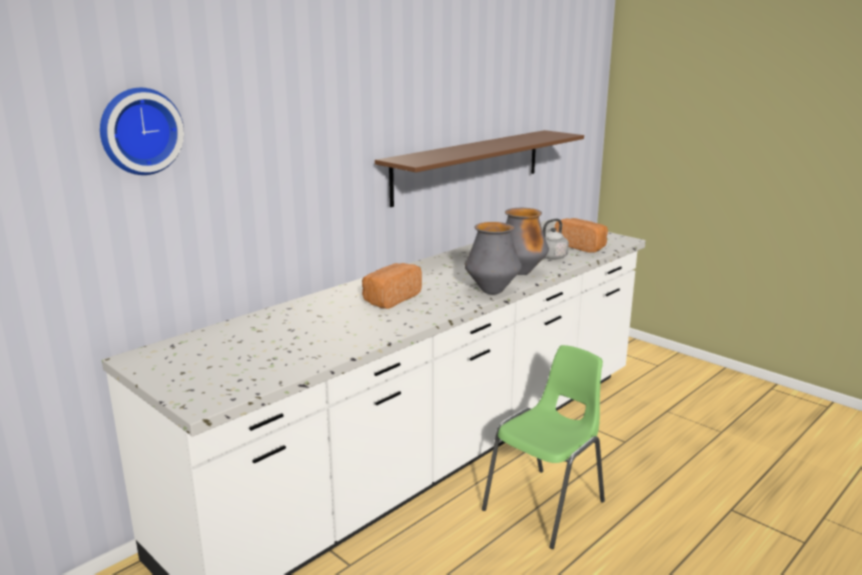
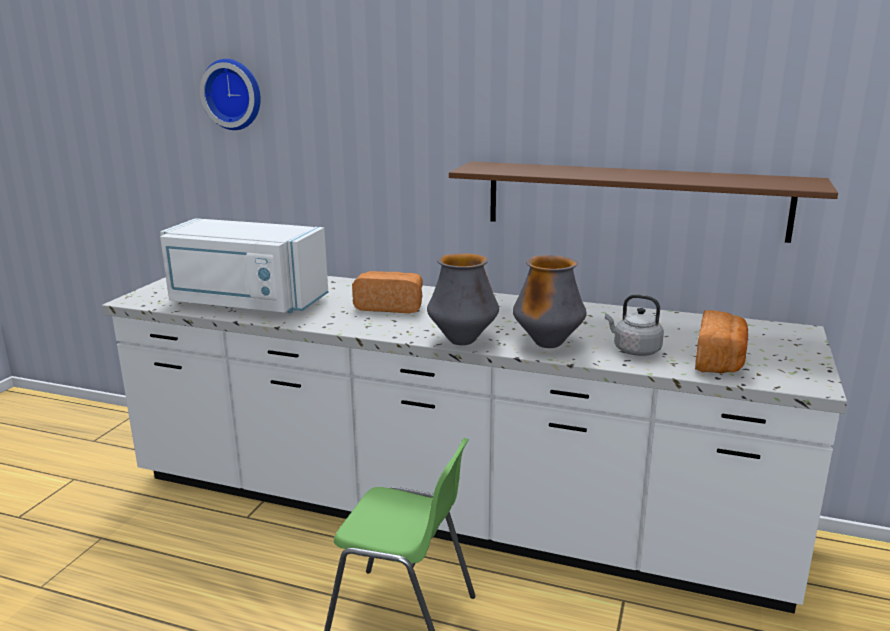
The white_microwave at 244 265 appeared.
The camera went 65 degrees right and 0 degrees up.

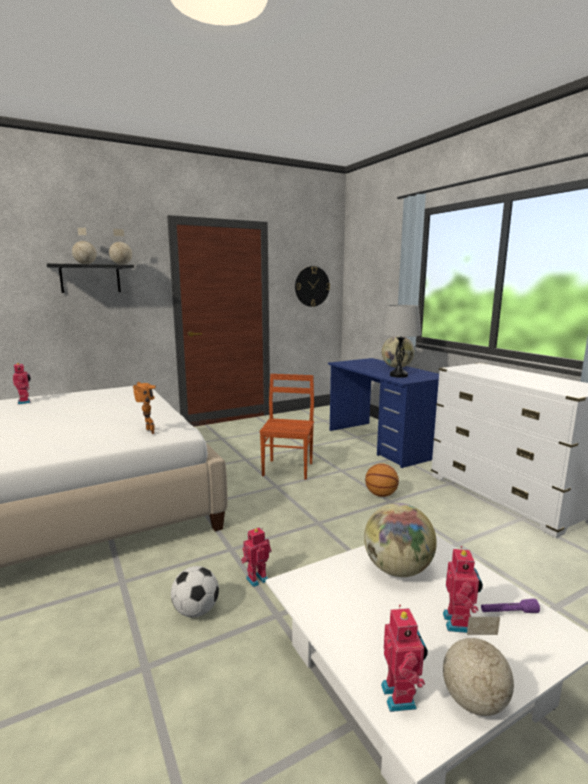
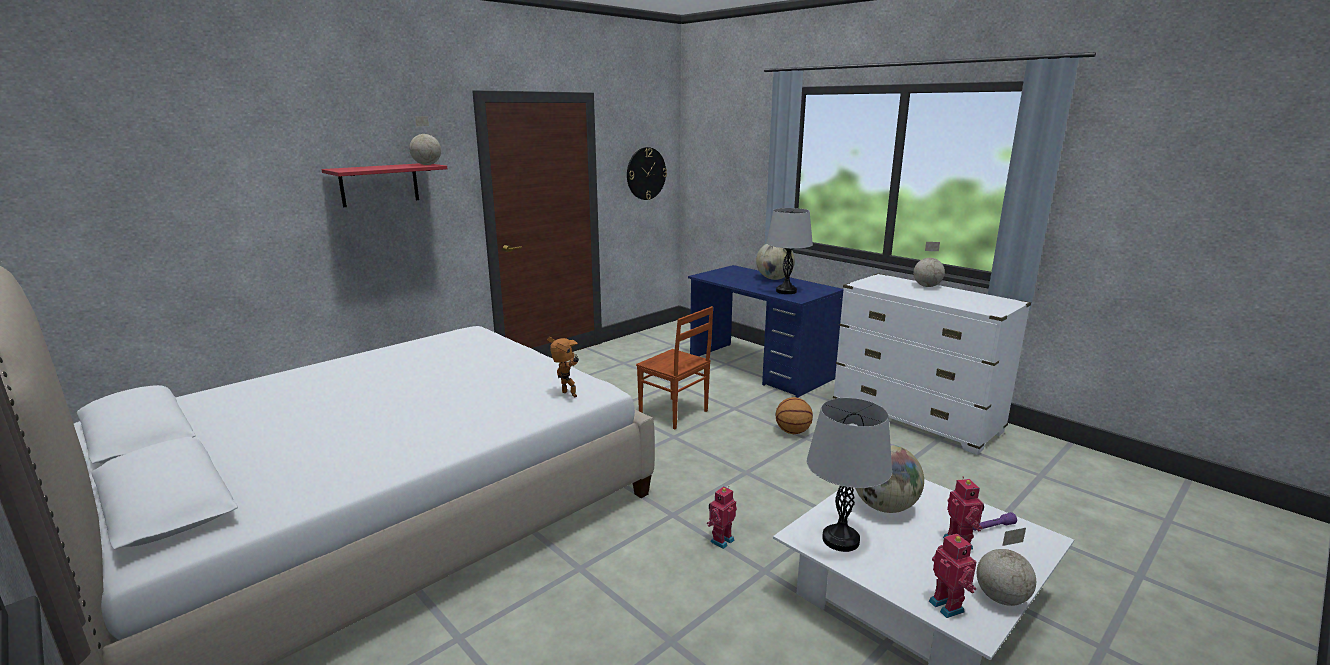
The toy_robot at 22 383 disappeared.
The football at 195 592 disappeared.
The grey_table_lamp at 849 475 appeared.
The globe moved from 84 246 to 929 264.
The black_shelf at 90 278 became the red_shelf at 384 185.
The brown_chair at 286 427 turned 135 degrees clockwise.
The camera went 15 degrees left and 5 degrees up.

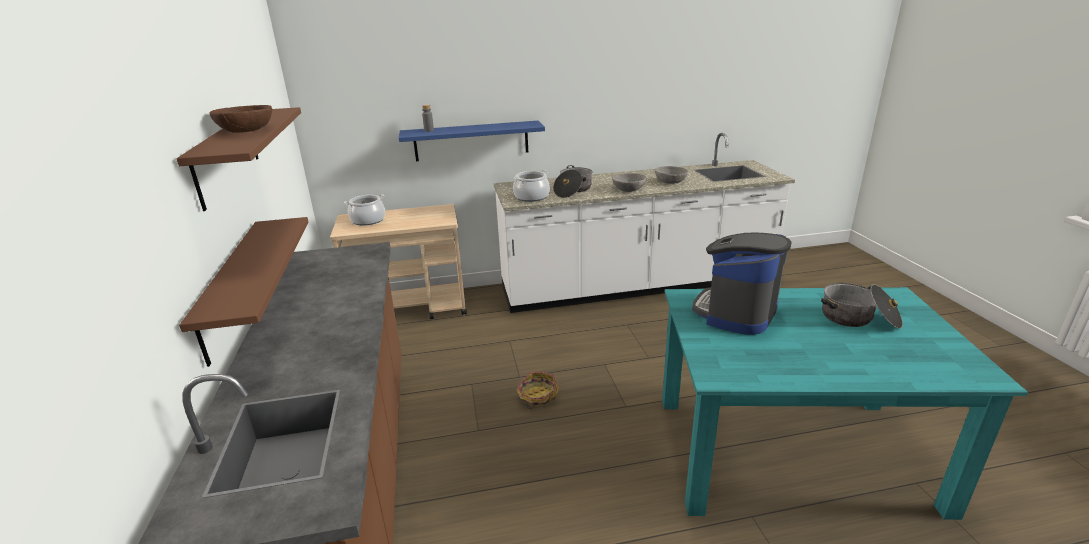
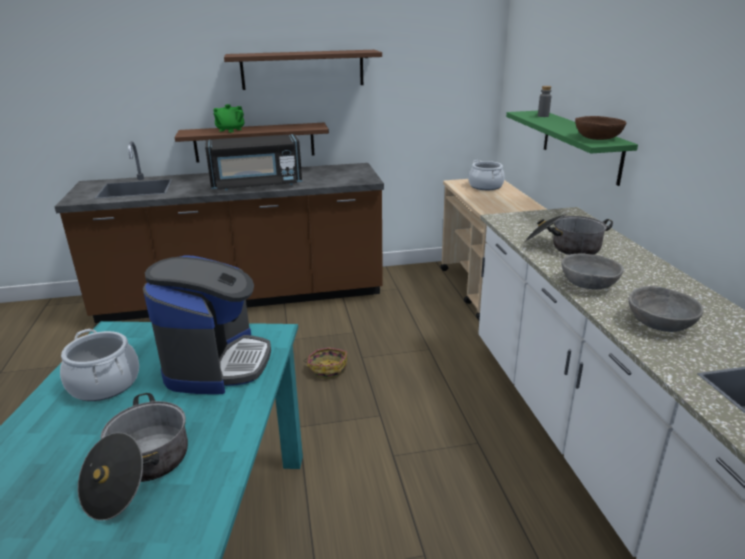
The black_microwave at 253 162 appeared.
The green_teapot at 228 118 appeared.
The brown_bowl moved from 240 119 to 600 128.
The cooking_pot moved from 531 186 to 99 365.
The blue_shelf at 472 141 became the green_shelf at 572 148.
The coffee_machine at 742 284 turned 60 degrees clockwise.
The camera went 90 degrees right and 0 degrees up.

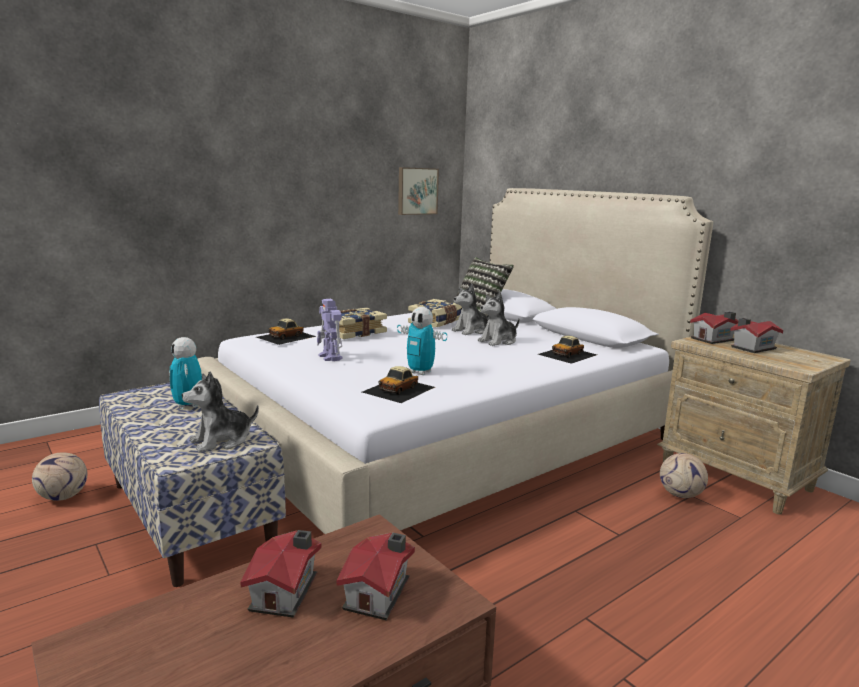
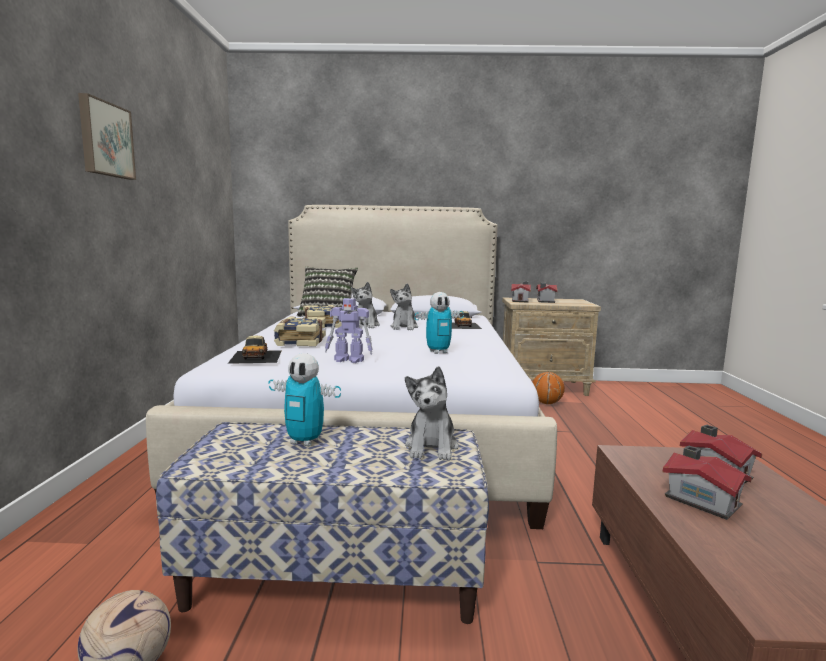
The toy_car at 398 384 disappeared.
The picture moved from 418 191 to 107 136.
The football at 684 475 was replaced by the basketball at 549 388.
The camera went 50 degrees left and 5 degrees down.

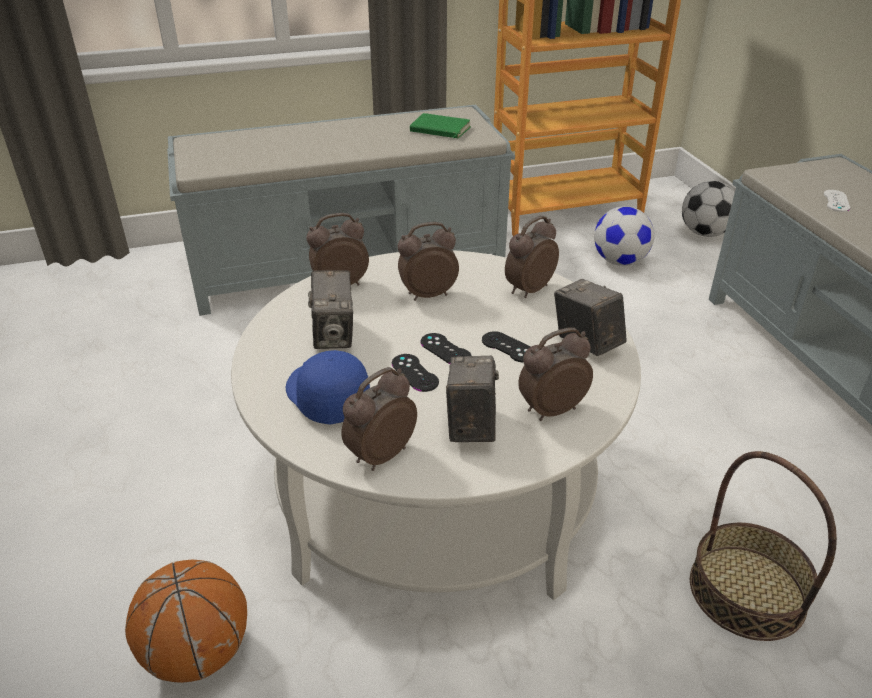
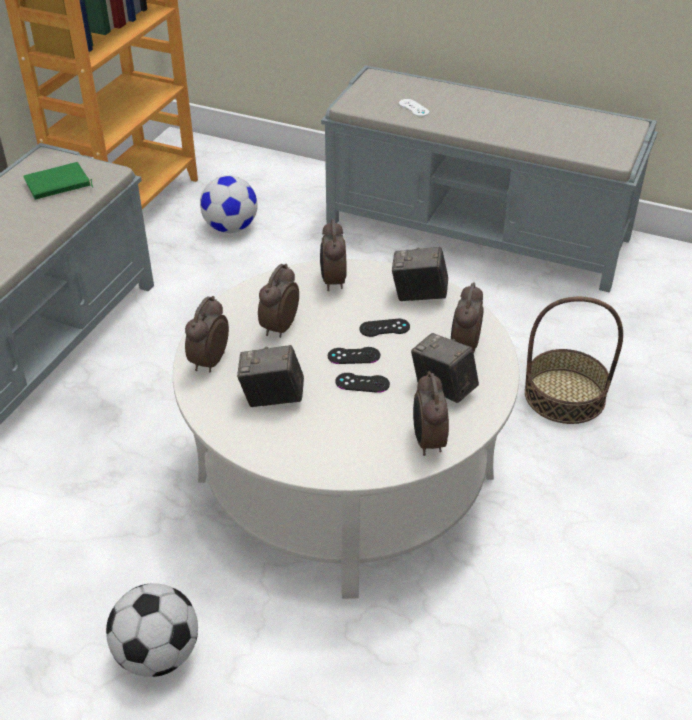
The basketball at 186 621 disappeared.
The blue_cap at 328 387 disappeared.
The football moved from 708 209 to 152 630.
The photo_camera at 330 309 turned 150 degrees clockwise.
The camera went 50 degrees left and 5 degrees up.

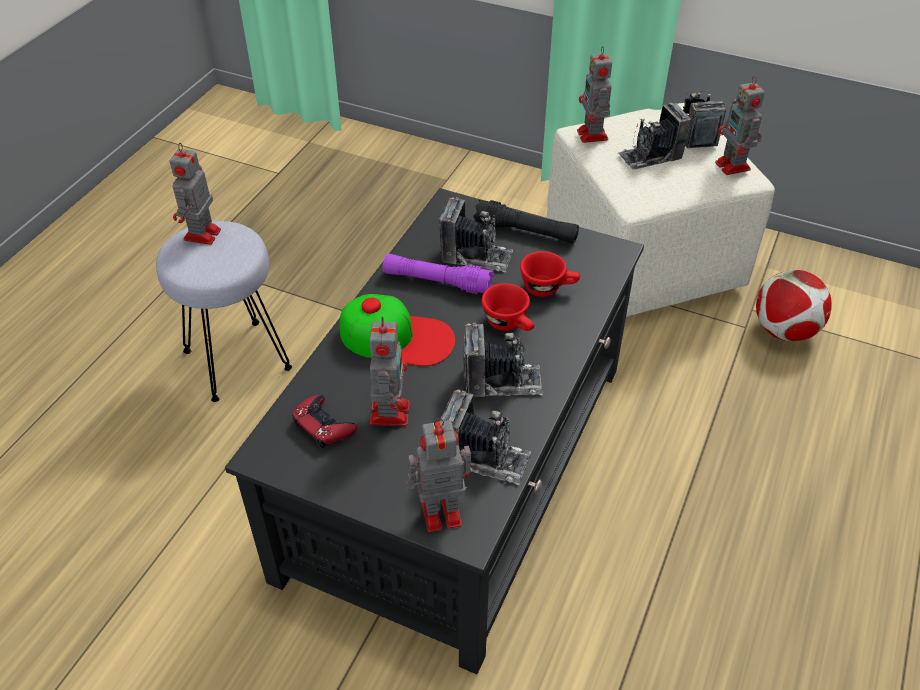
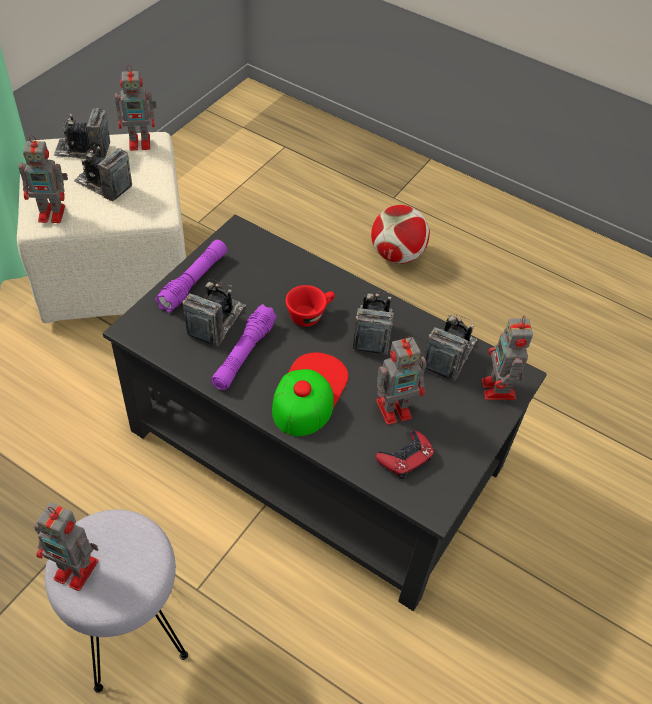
The red_cup at 550 274 disappeared.
The football moved from 794 305 to 400 234.
The black_flashlight at 526 221 became the purple_flashlight at 191 276.
The toy_robot at 389 371 turned 150 degrees clockwise.
The photo_camera at 654 136 turned 135 degrees clockwise.
The camera went 85 degrees left and 5 degrees up.

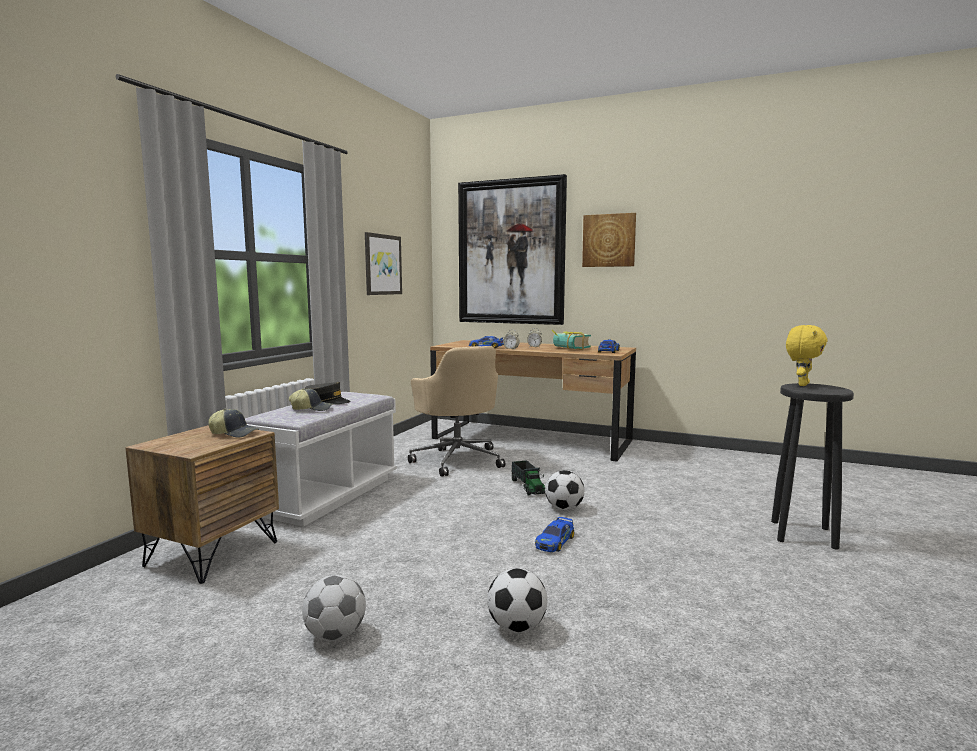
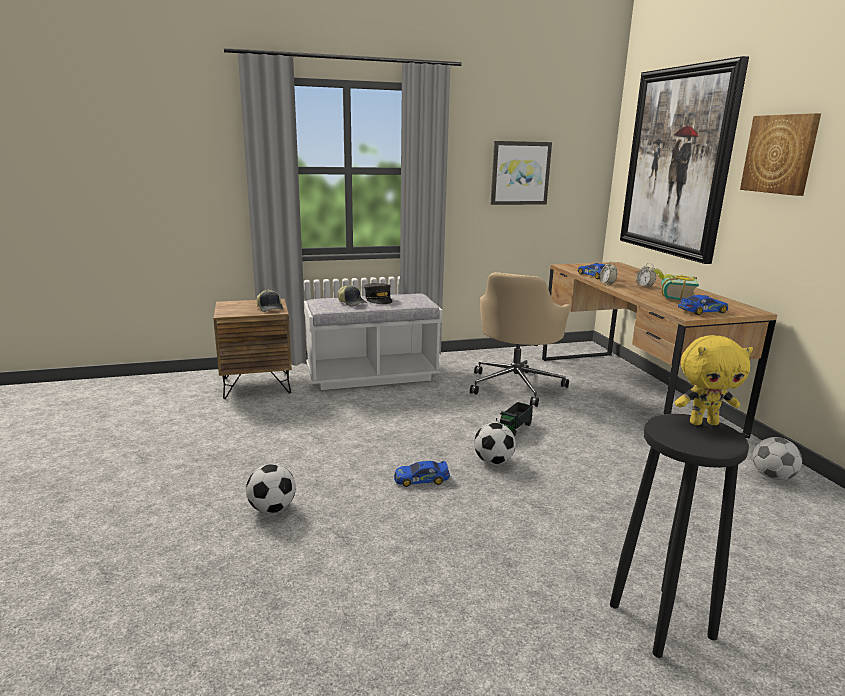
The football moved from 334 608 to 777 458.
The camera went 50 degrees right and 10 degrees up.

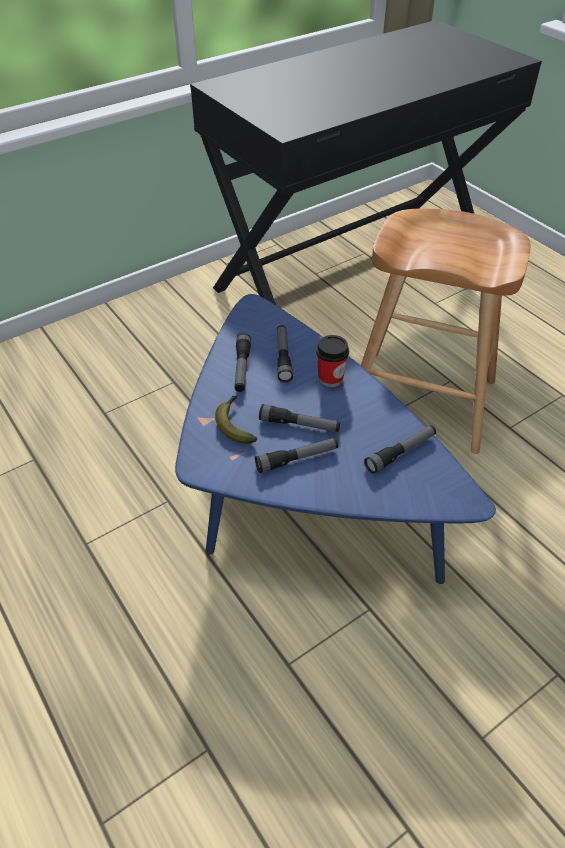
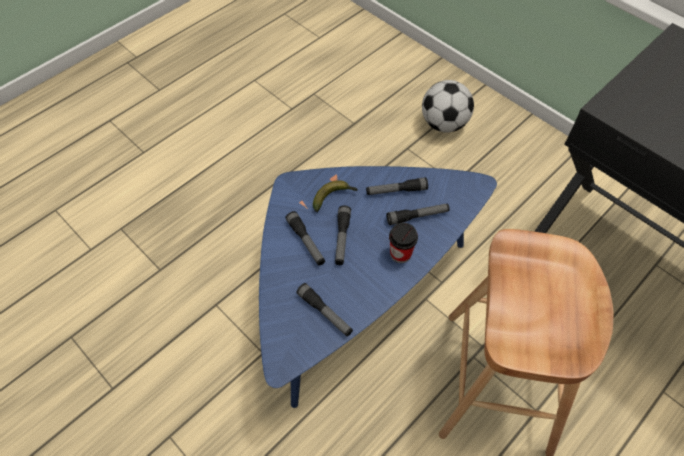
The football at 448 106 appeared.
The camera went 80 degrees right and 10 degrees up.

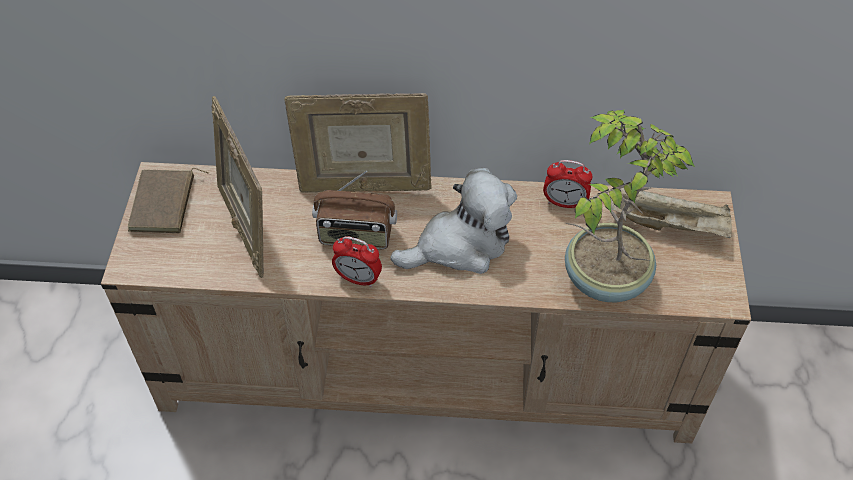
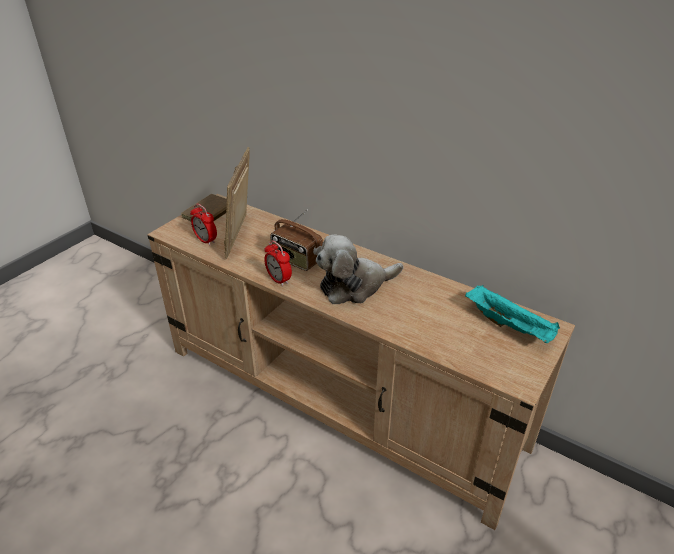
The picture_frame at 358 143 disappeared.
The potted_plant at 630 205 disappeared.
The alarm_clock moved from 567 184 to 203 225.
The beige_tray at 671 212 became the turquoise_tray at 512 314.
The plush_toy at 453 221 turned 150 degrees clockwise.
The camera went 30 degrees right and 15 degrees down.

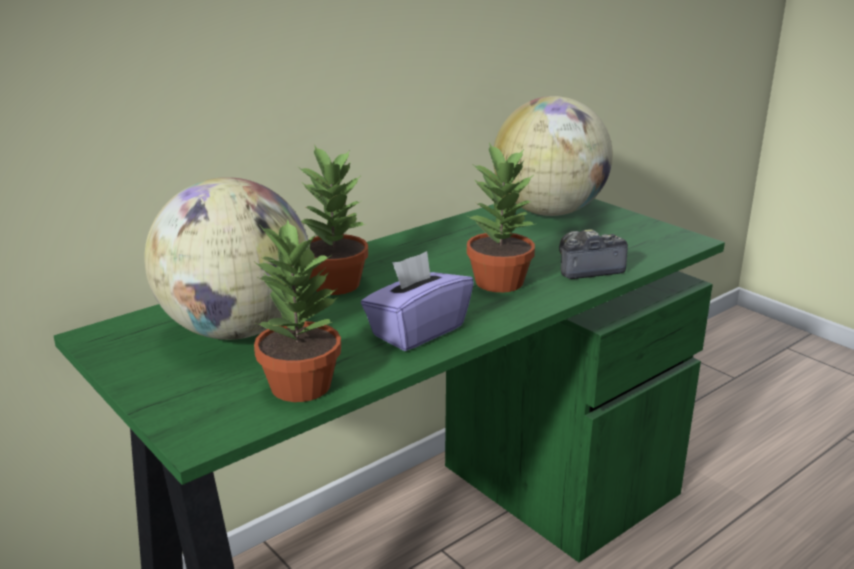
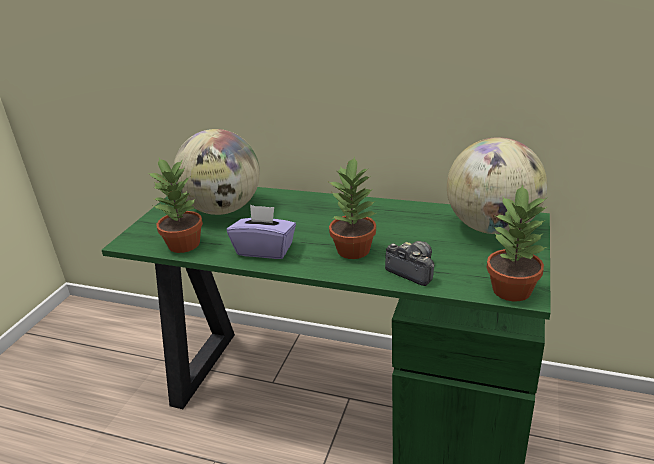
The potted_plant moved from 333 219 to 517 242.
The camera went 60 degrees right and 5 degrees up.

